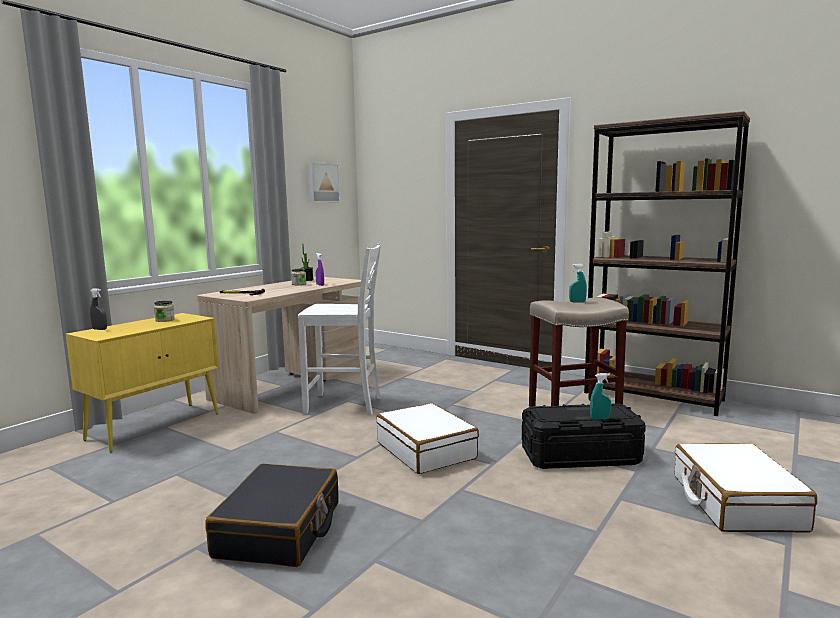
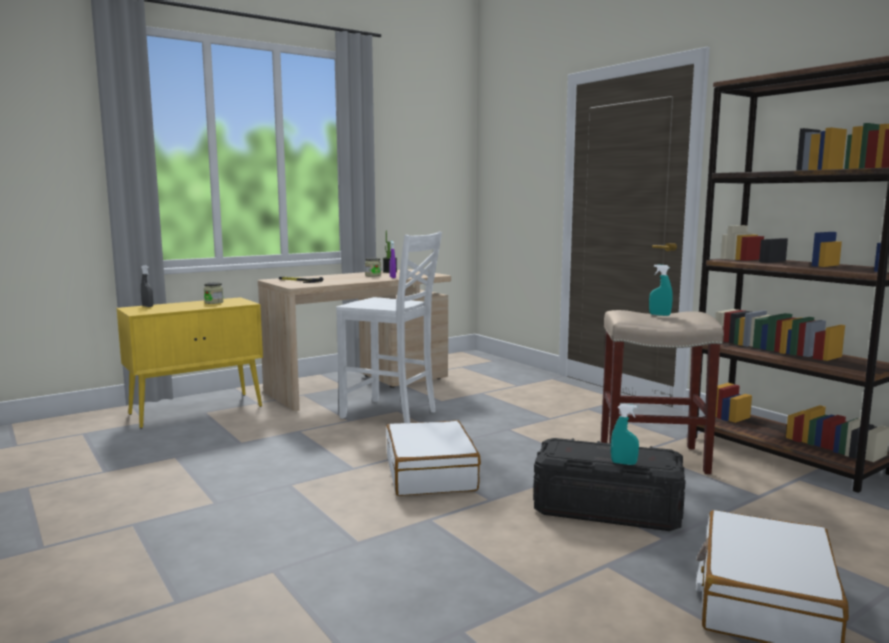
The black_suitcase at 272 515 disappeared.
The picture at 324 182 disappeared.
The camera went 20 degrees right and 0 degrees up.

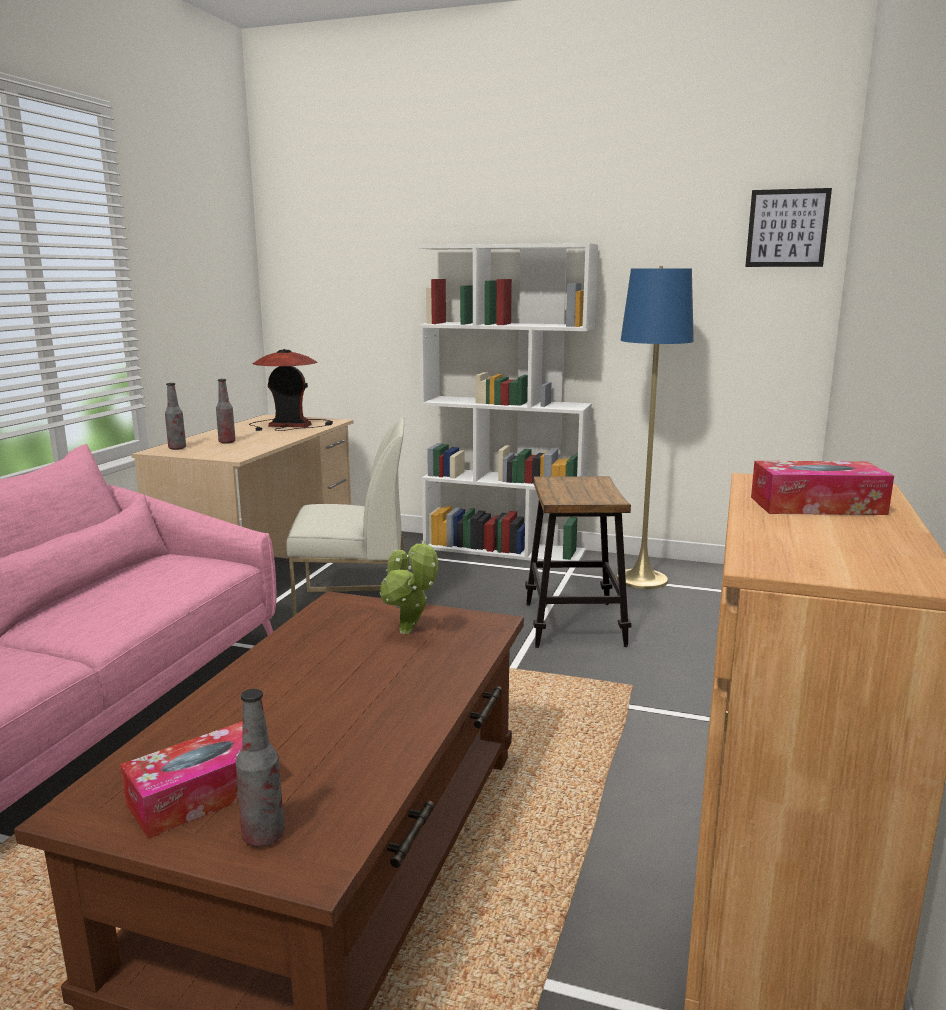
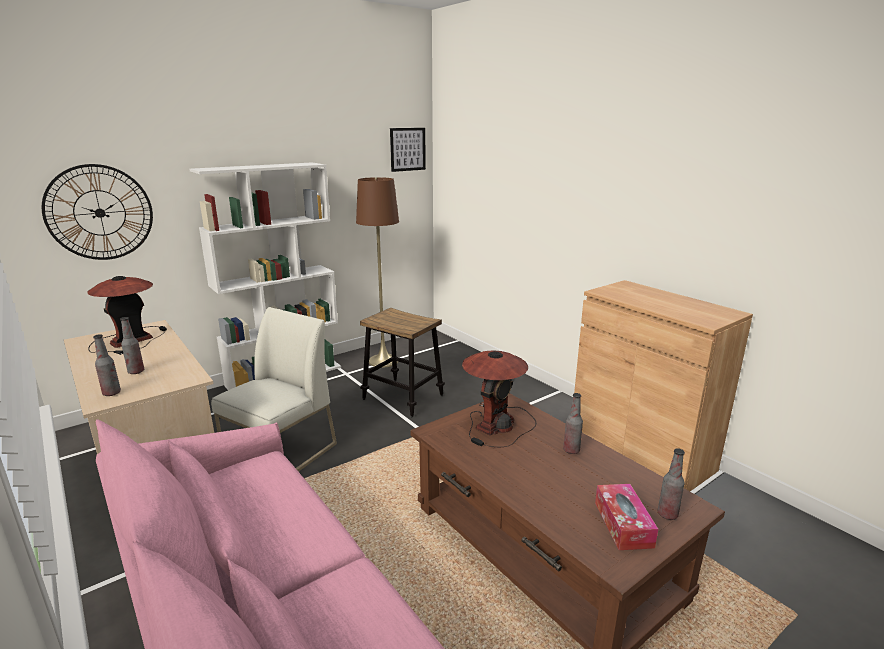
The tissue_box at 822 488 disappeared.
The wall_clock at 97 212 appeared.
The bottle at 573 423 appeared.
The potted_plant at 409 587 was replaced by the table_lamp at 499 398.
The blue_floor_lamp at 655 427 became the brown_floor_lamp at 377 272.
The camera went 55 degrees left and 5 degrees up.

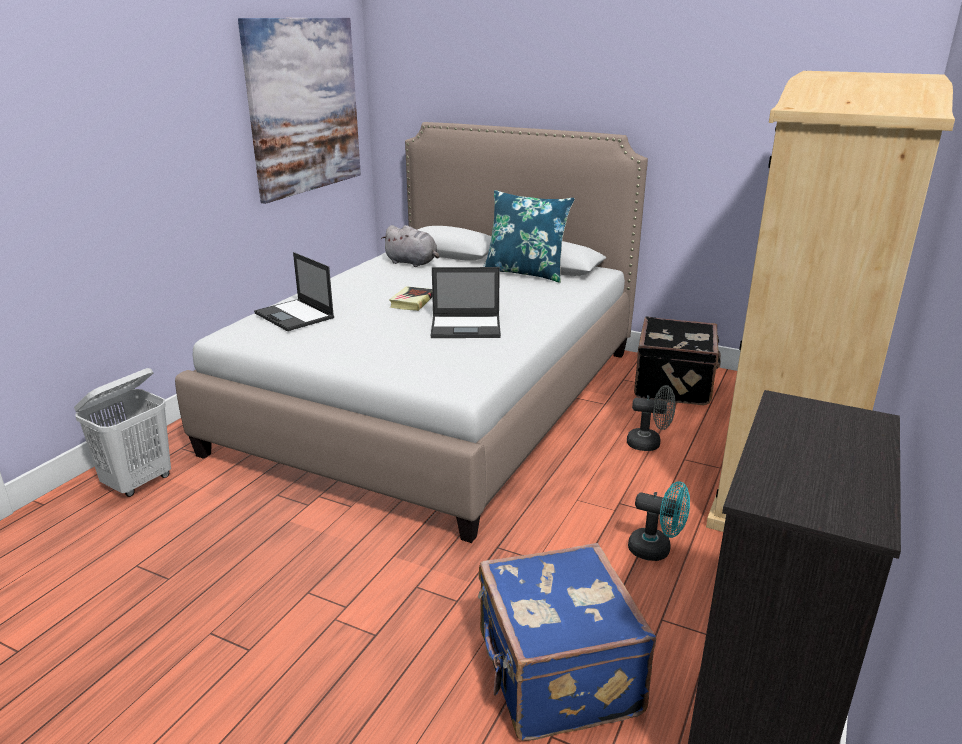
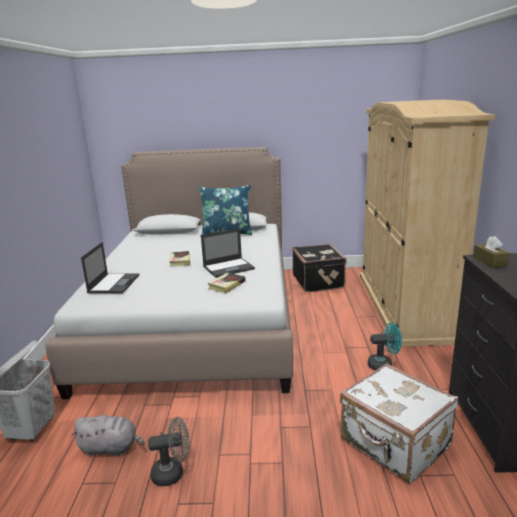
The picture at 299 111 disappeared.
The book at 226 283 appeared.
The brown_tissue_box at 491 252 appeared.
The grey_plush_toy moved from 410 246 to 108 436.
The grey_fan moved from 651 418 to 168 452.
The blue_suitcase at 567 642 became the white_suitcase at 399 423.
The laptop at 294 291 turned 105 degrees counterclockwise.
The camera went 25 degrees left and 5 degrees down.

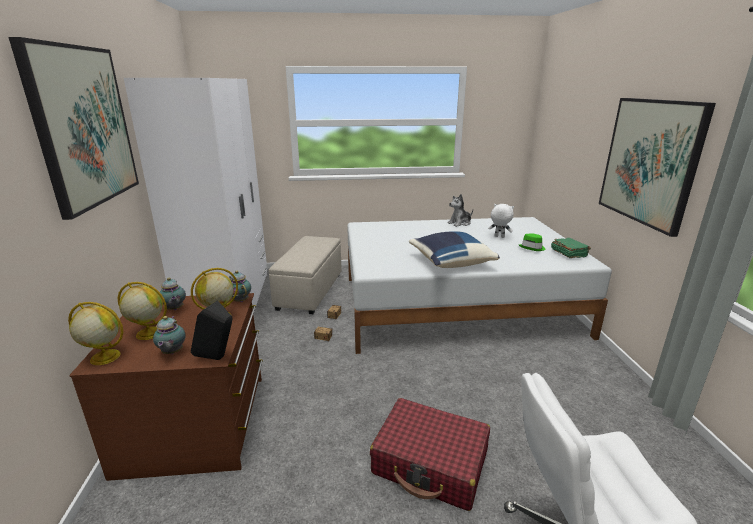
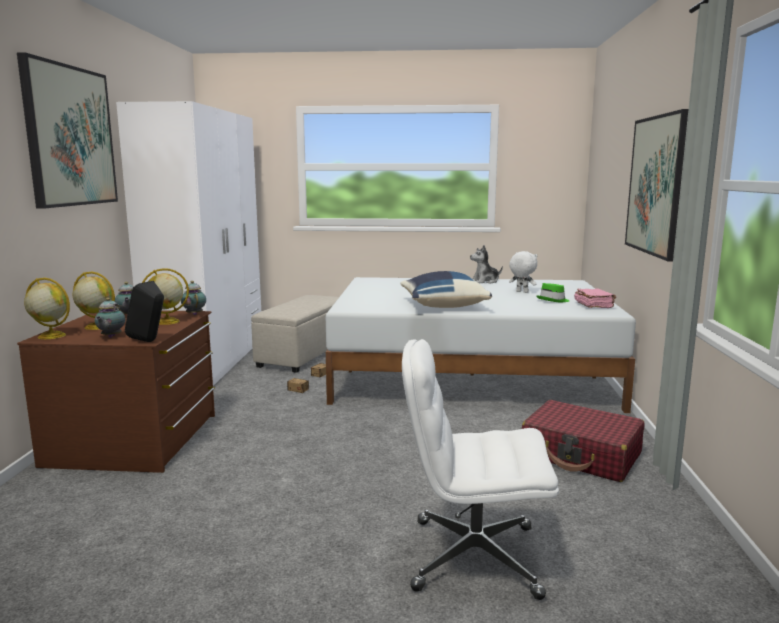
The red_suitcase moved from 430 454 to 583 441.
The green_book at 571 248 became the pink_book at 595 298.
The camera went 10 degrees right and 10 degrees down.

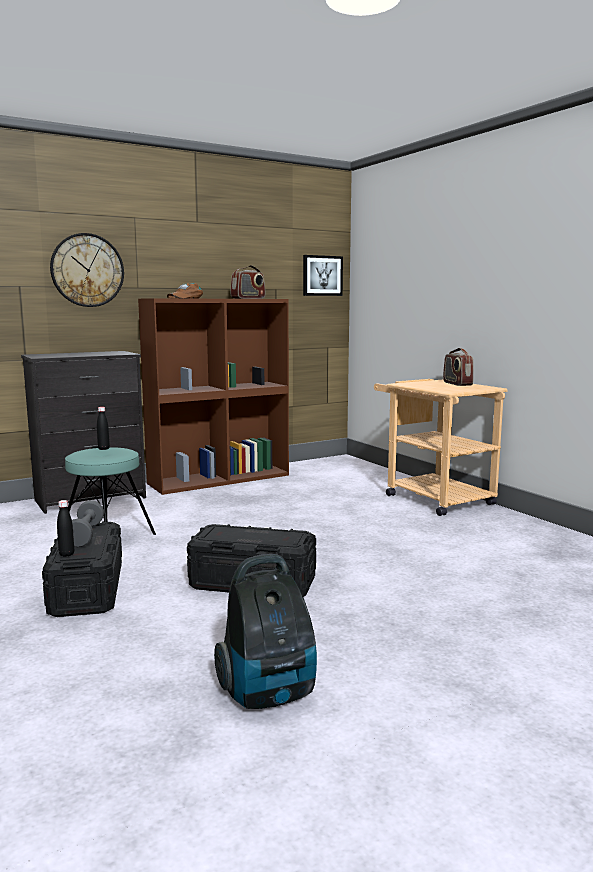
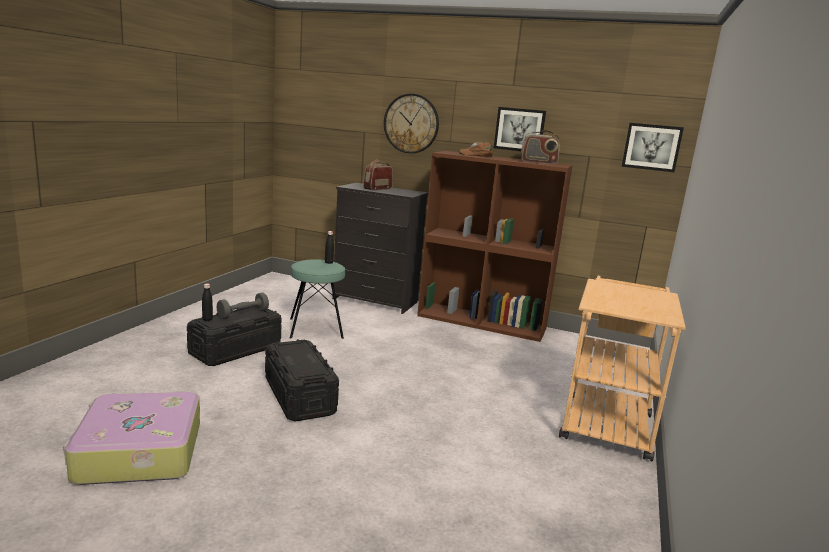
The picture at 520 129 appeared.
The radio moved from 458 367 to 378 175.
The vacuum_cleaner at 265 631 was replaced by the suitcase at 131 438.
The camera went 50 degrees right and 5 degrees up.

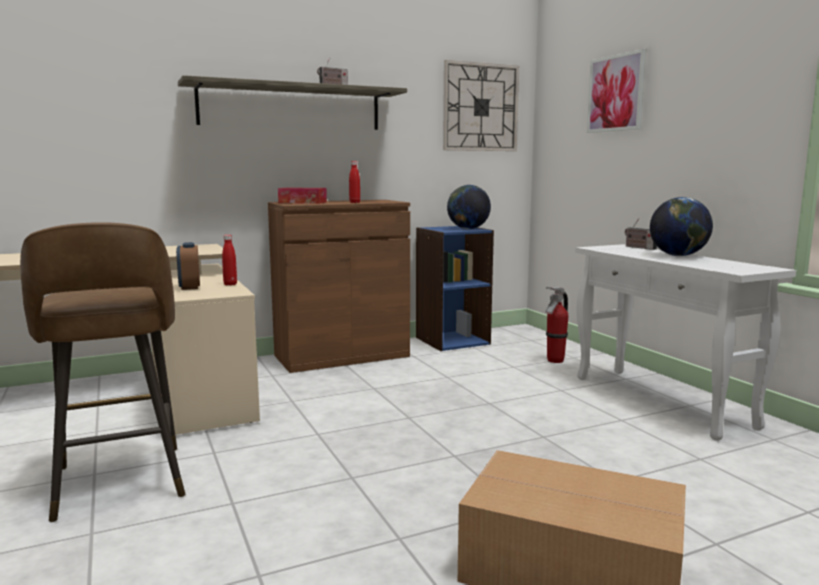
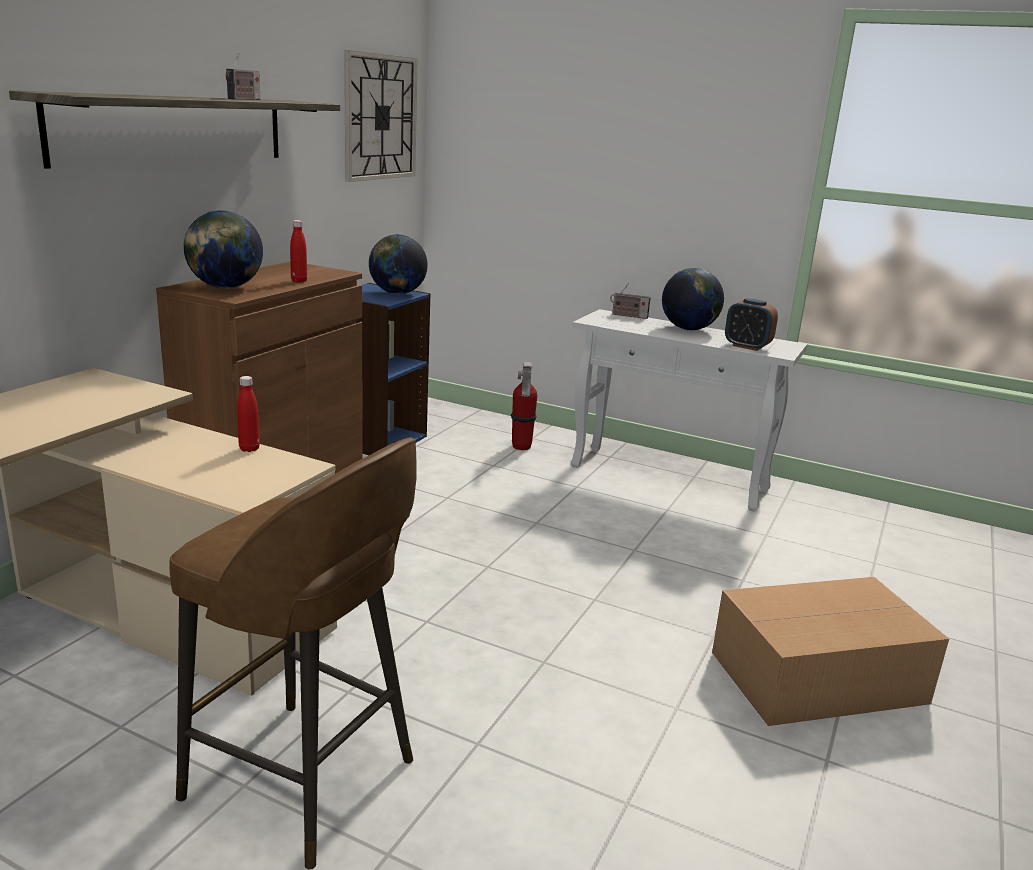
The picture at 616 91 disappeared.
The alarm_clock moved from 188 266 to 751 324.
The tissue_box at 302 196 was replaced by the globe at 223 249.
The camera went 40 degrees left and 10 degrees up.

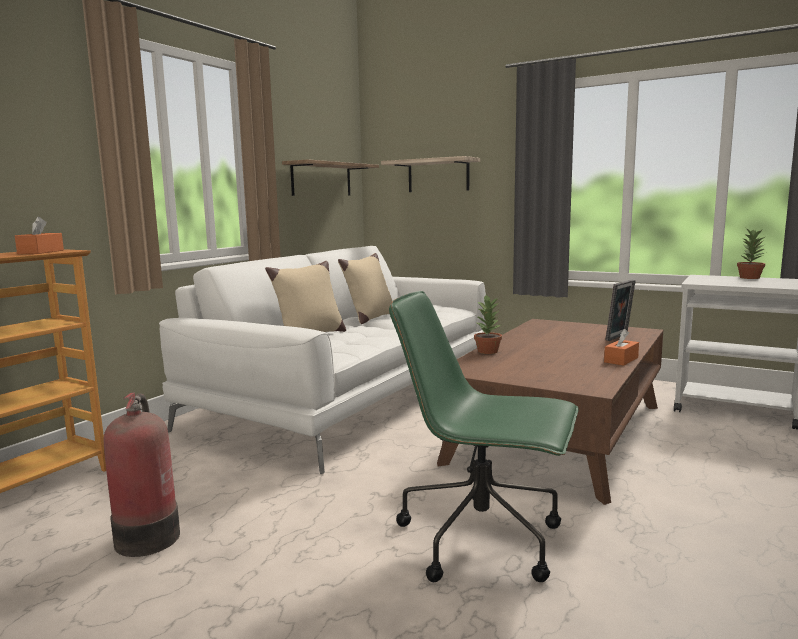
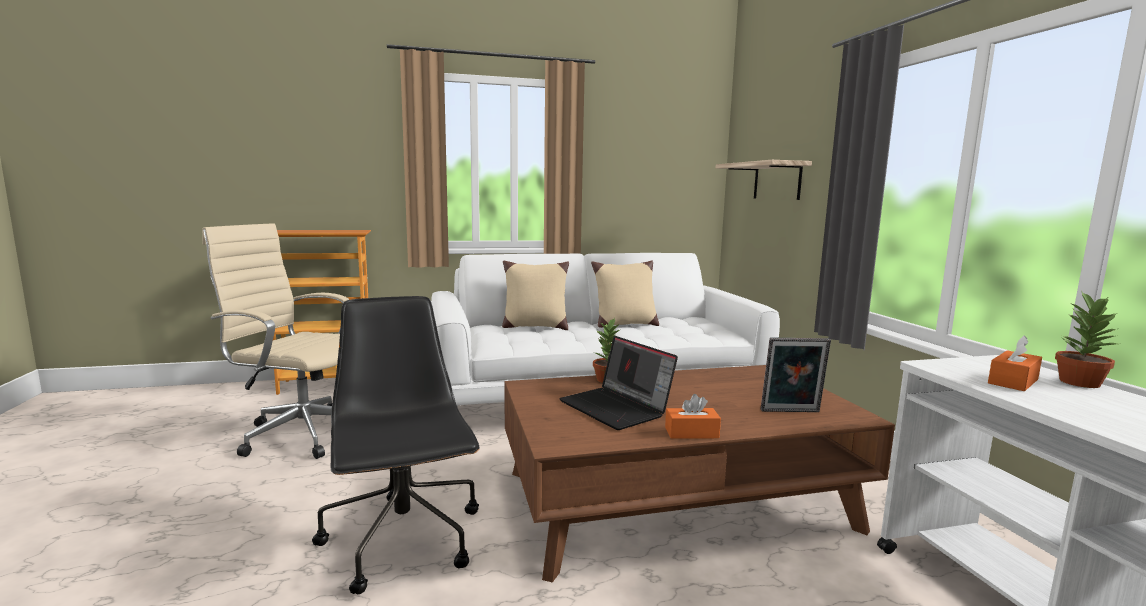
The shelf at 330 177 disappeared.
The laptop at 618 383 appeared.
The orange_tissue_box moved from 39 235 to 1015 363.
The fire_extinguisher at 142 474 was replaced by the beige_office_chair at 275 341.
The green_office_chair at 484 436 became the black_office_chair at 396 445.
The camera went 45 degrees right and 0 degrees up.

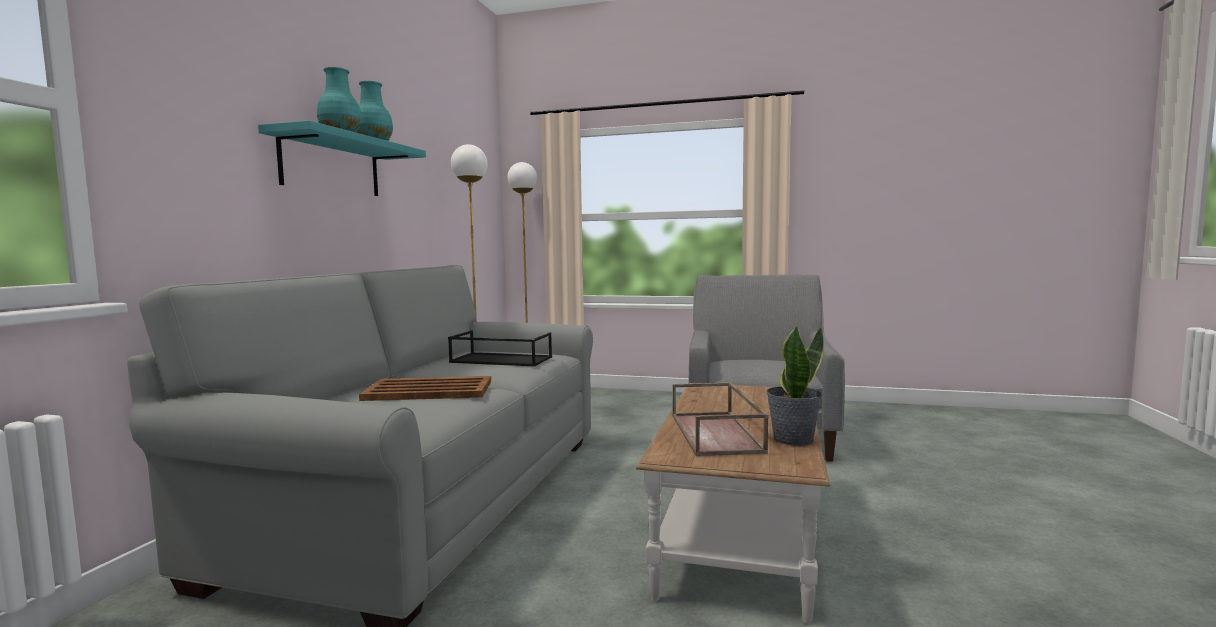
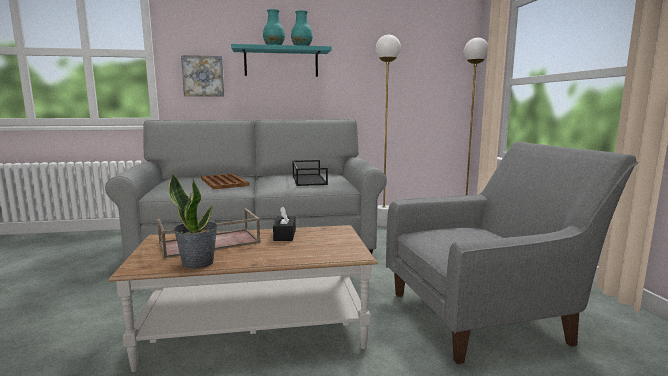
The picture at 202 76 appeared.
The black_tissue_box at 284 224 appeared.
The camera went 65 degrees right and 5 degrees up.

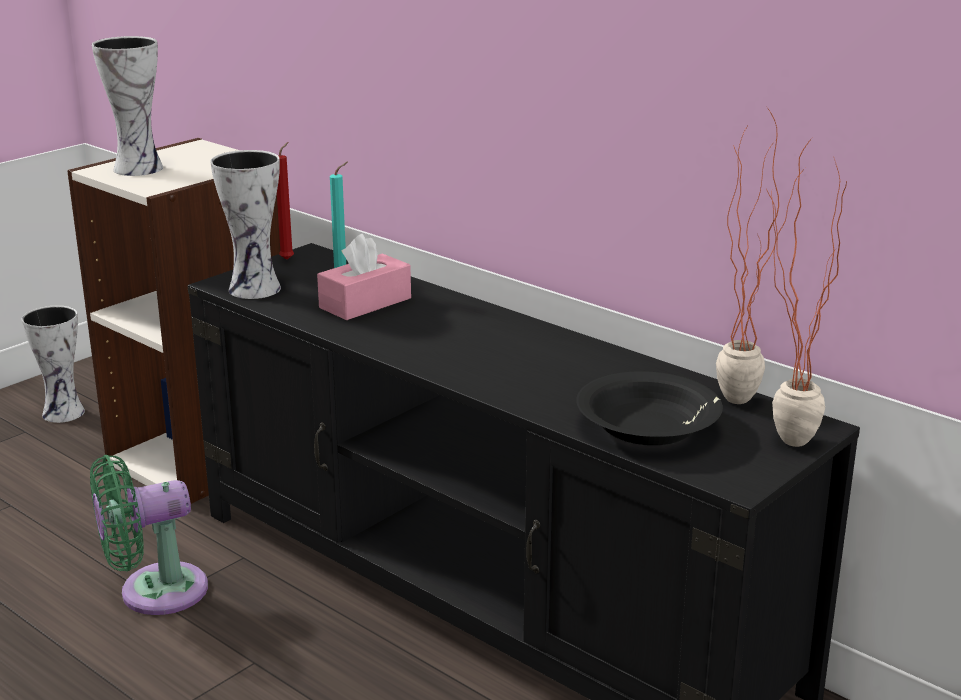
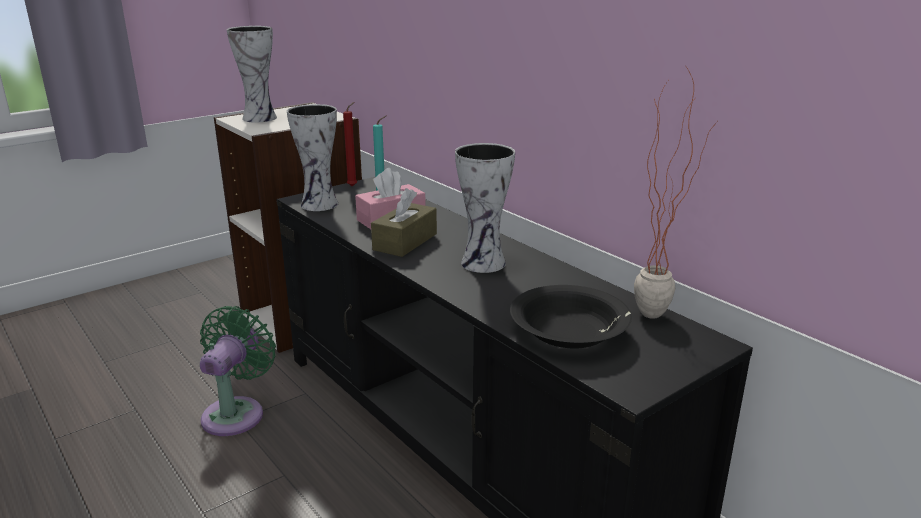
The potted_plant at 806 292 disappeared.
The brown_tissue_box at 404 222 appeared.
The vase moved from 53 364 to 485 208.
The green_fan at 149 535 turned 120 degrees clockwise.
The camera went 10 degrees right and 0 degrees up.

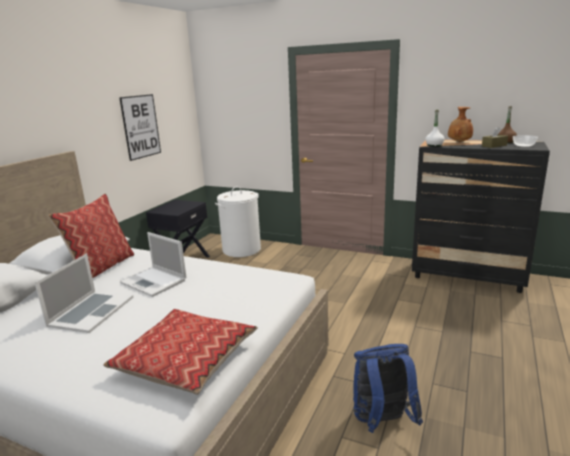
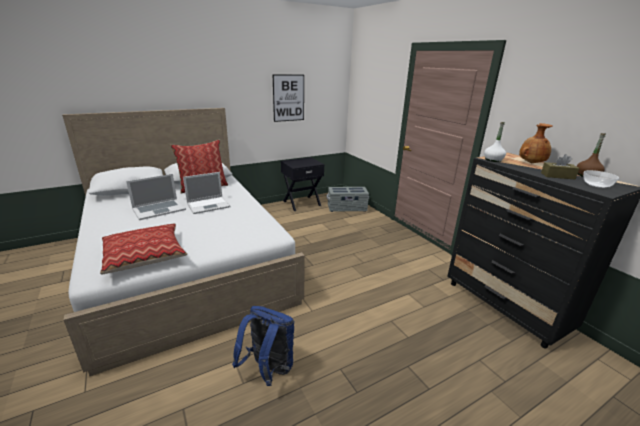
The white_laundry_basket at 238 221 was replaced by the grey_storage_box at 347 199.
The laptop at 153 264 turned 105 degrees counterclockwise.
The camera went 35 degrees right and 5 degrees up.

